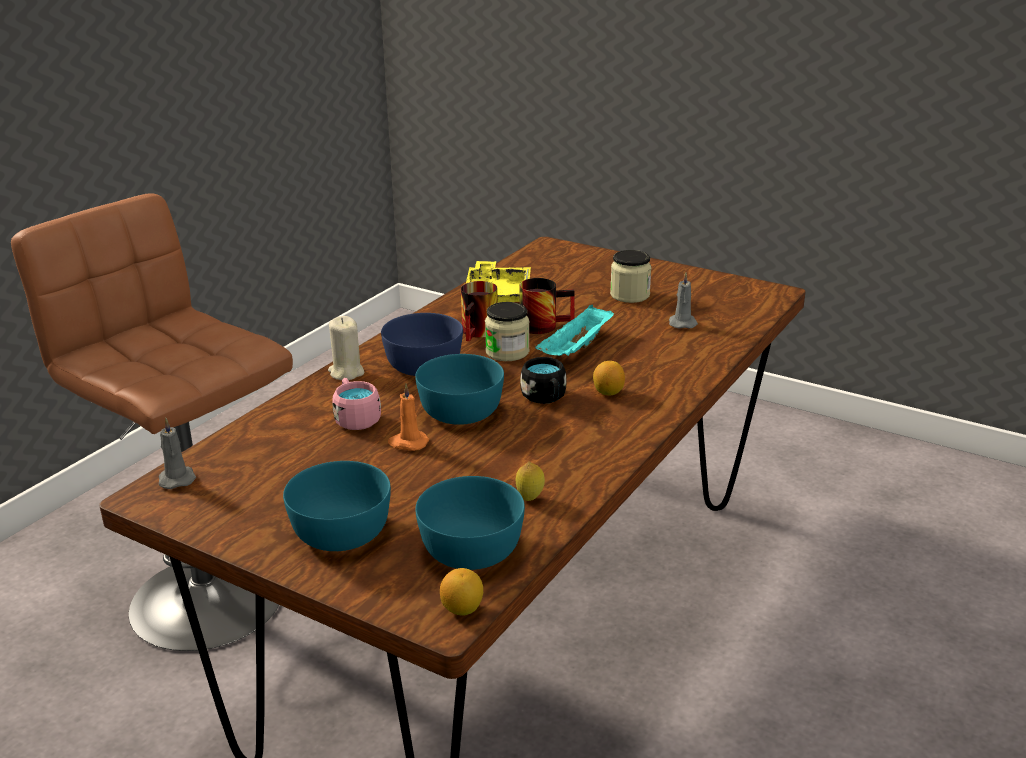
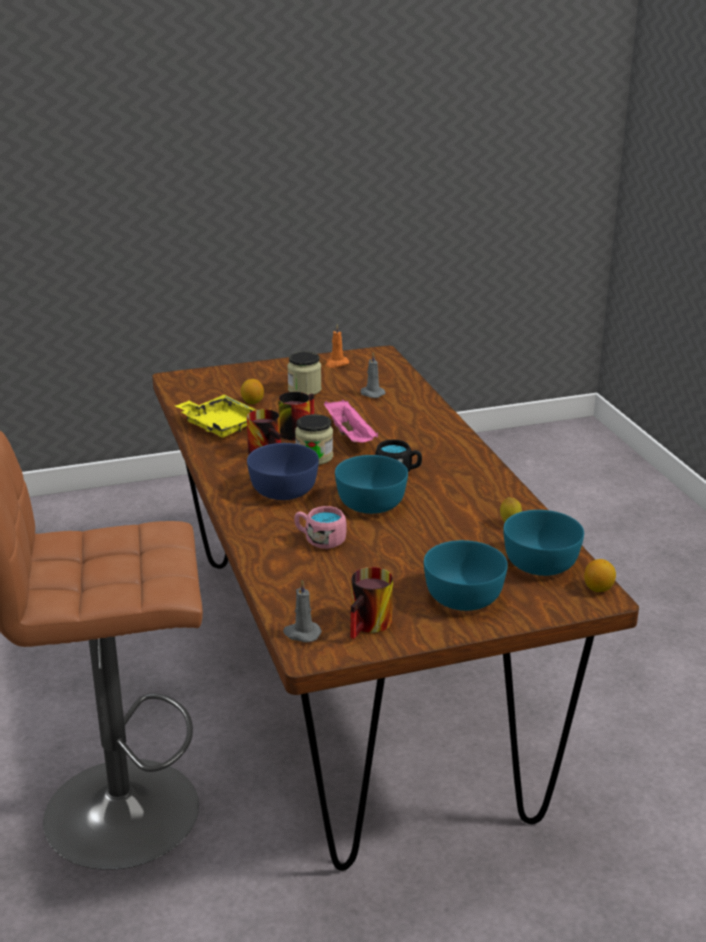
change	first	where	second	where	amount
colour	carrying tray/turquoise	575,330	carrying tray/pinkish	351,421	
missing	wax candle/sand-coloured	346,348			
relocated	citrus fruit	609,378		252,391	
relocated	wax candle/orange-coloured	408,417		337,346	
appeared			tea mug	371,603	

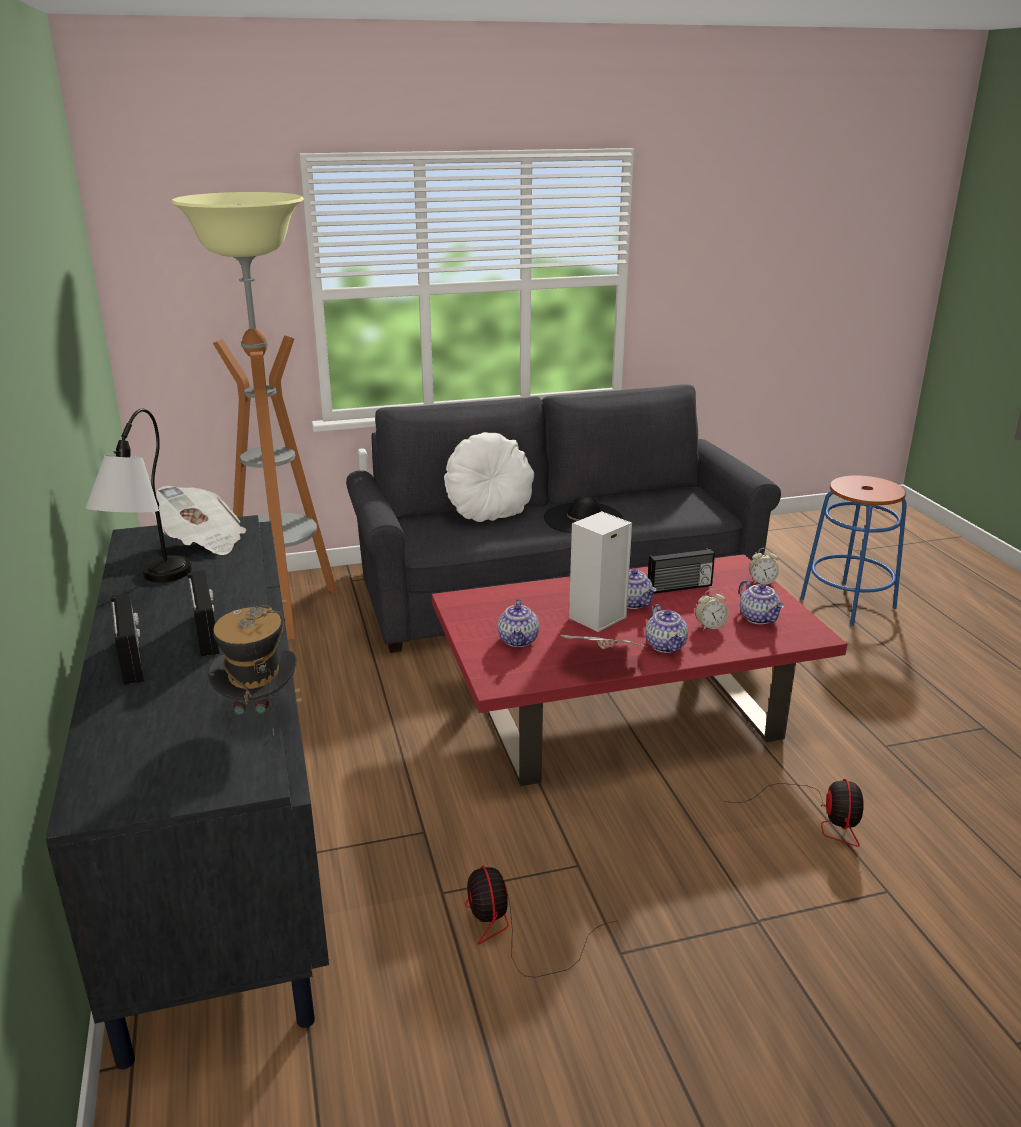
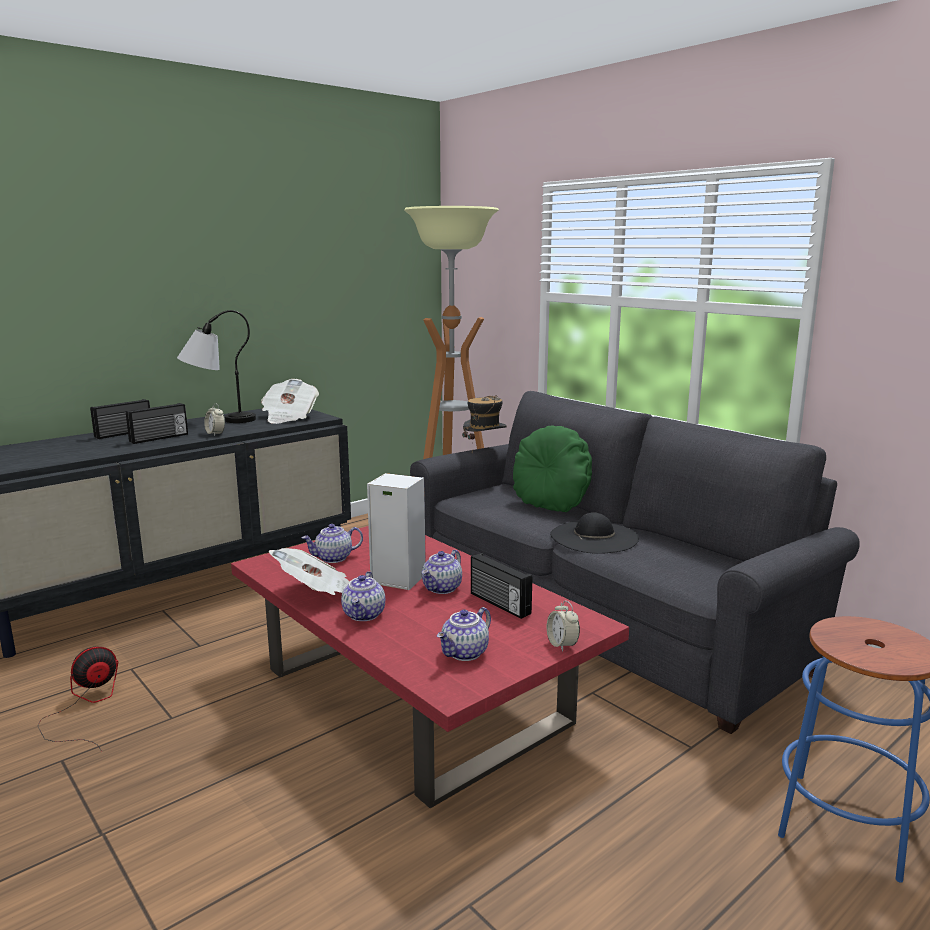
change	first	where	second	where	amount
colour	throw pillow/whitish	489,477	throw pillow/green	552,468	
relocated	table clock	712,609		214,420	
spun	tea pot	667,628		363,596	45 degrees counterclockwise
relocated	clothing hat	252,670		484,418	
missing	fan	794,813			

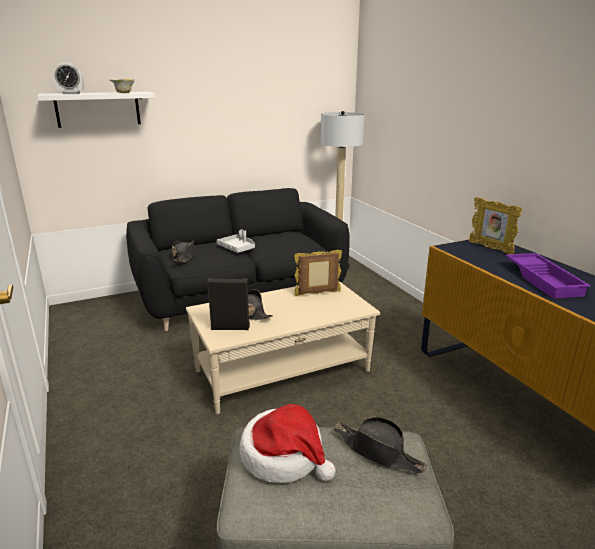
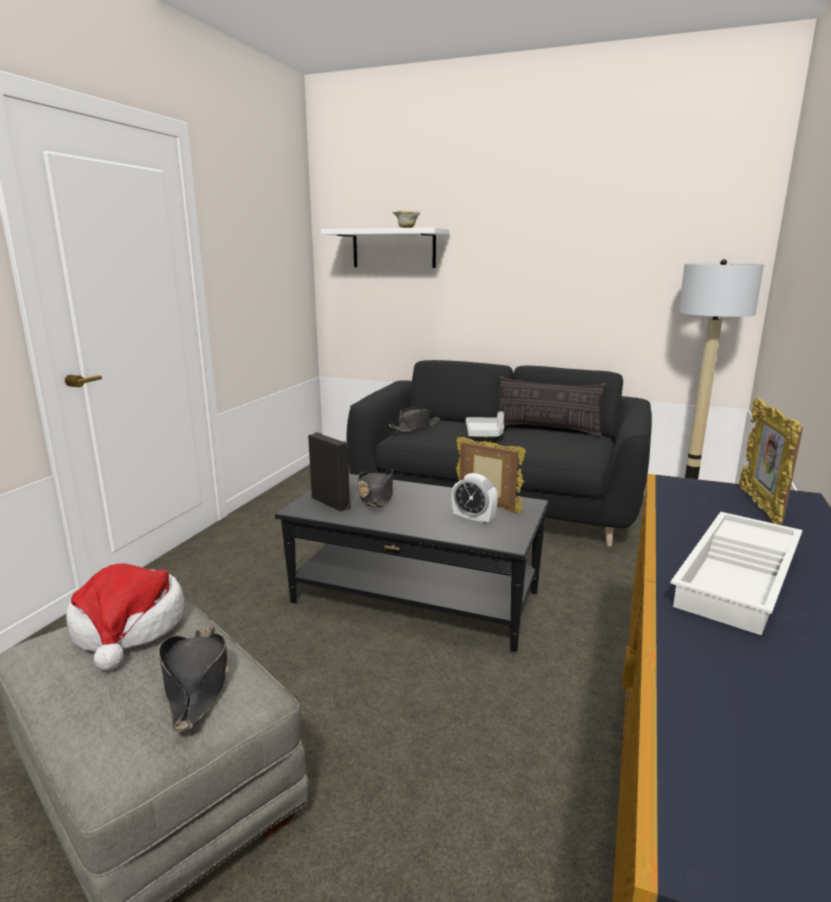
change	first	where	second	where	amount
relocated	table clock	68,78		475,499	
colour	carrying tray/purple-coloured	548,276	carrying tray/whitish	736,573	
colour	lounge table/sand-coloured	283,348	lounge table/blackish	412,563	
appeared			throw pillow	551,406	

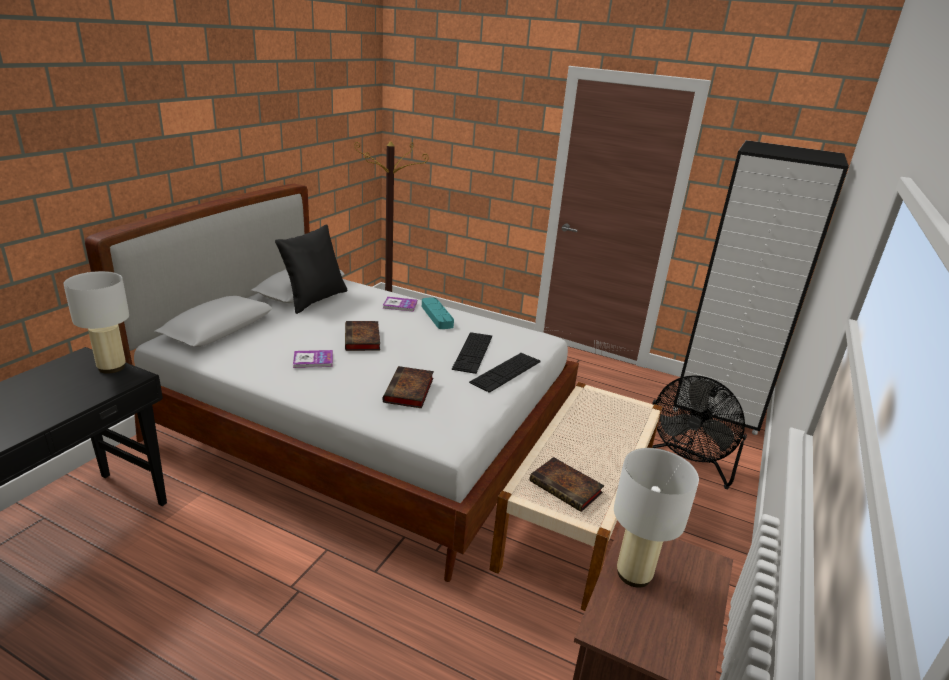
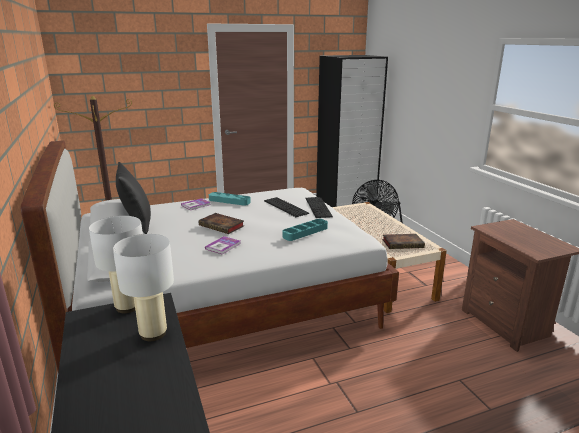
change	first	where	second	where	amount
exchanged	volume	408,387	carrying tray/turquoise	305,230	
relocated	lamp for a table/whitish	656,518		143,287	

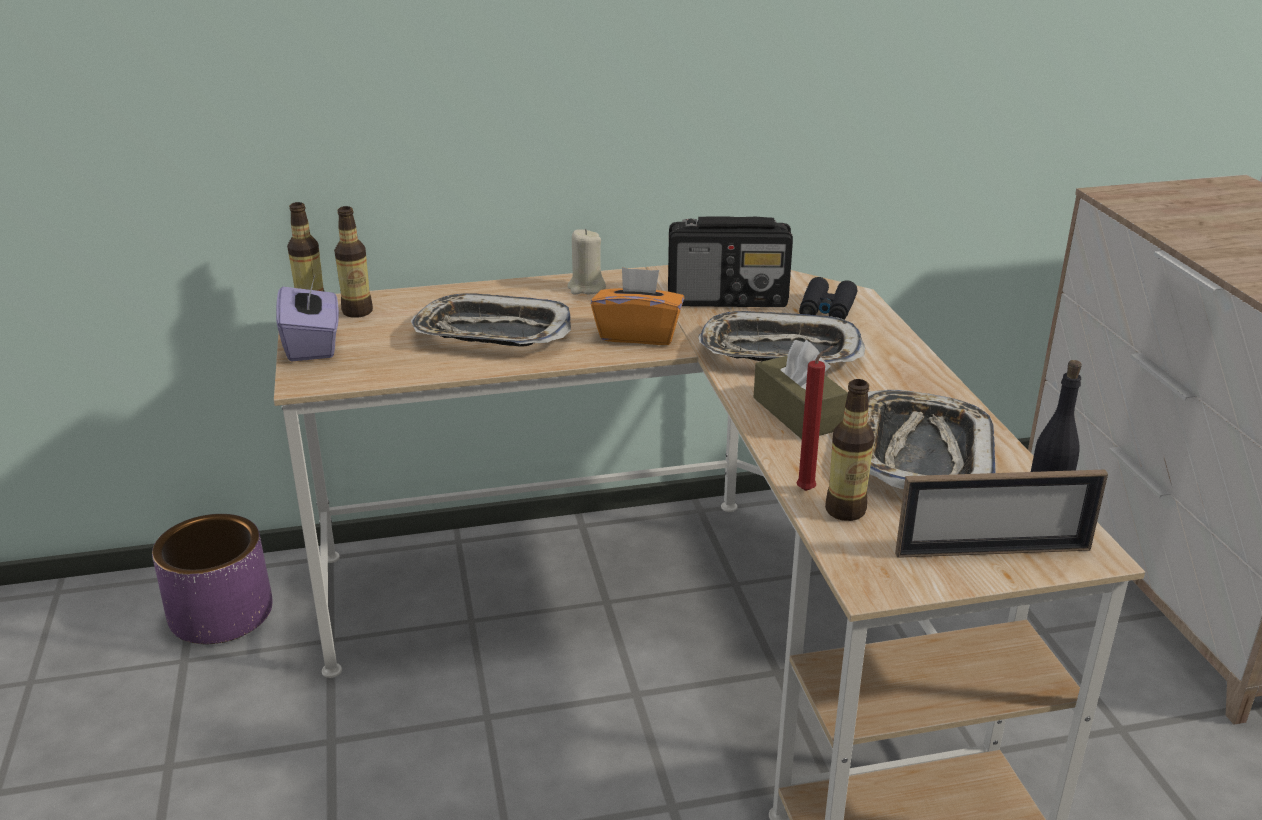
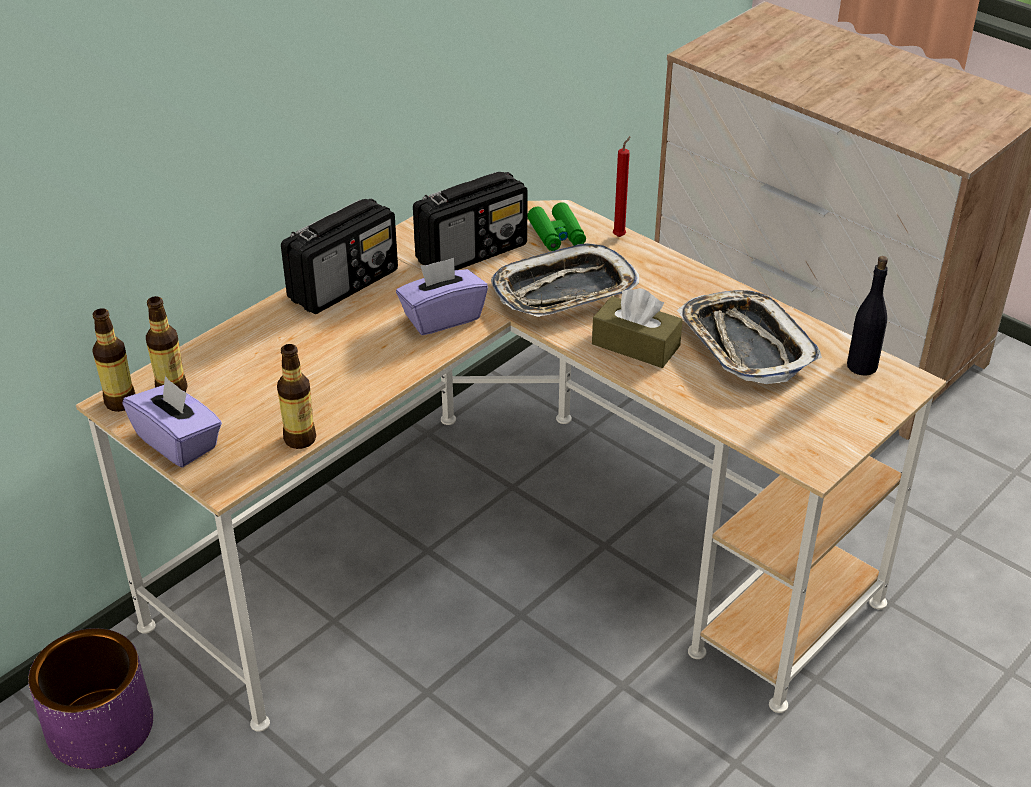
change	first	where	second	where	amount
exchanged	wax candle/sand-coloured	586,262	radio receiver	339,256	
colour	box of tissues/orange-coloured	637,306	box of tissues/purple-coloured	442,296	
colour	pair of binoculars/blackish	828,298	pair of binoculars/green	556,226	
missing	carrying tray	491,320			
relocated	wax candle/red	815,418		622,186	
relocated	drink bottle	850,450		296,396	
missing	photo frame	1001,513			

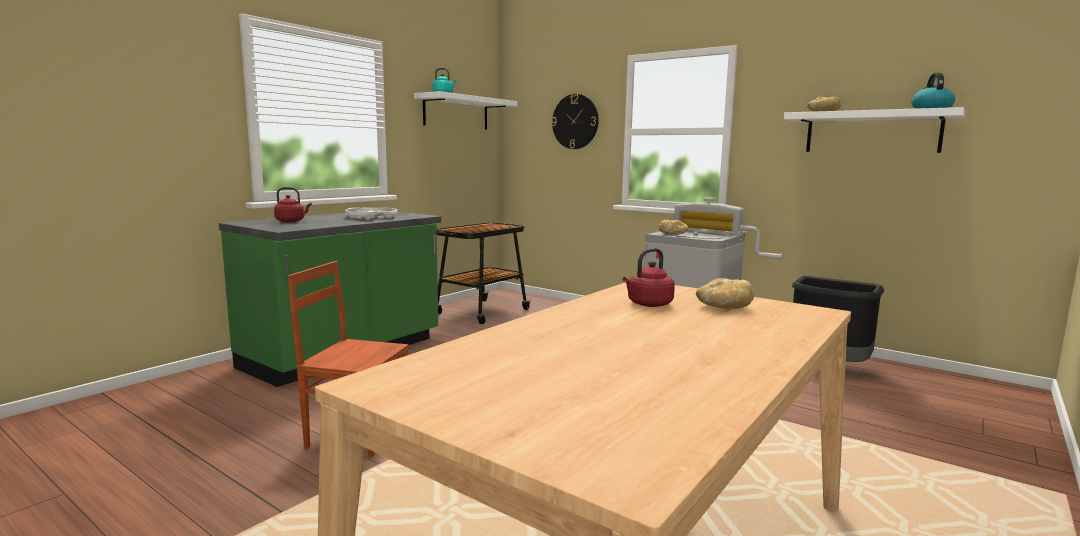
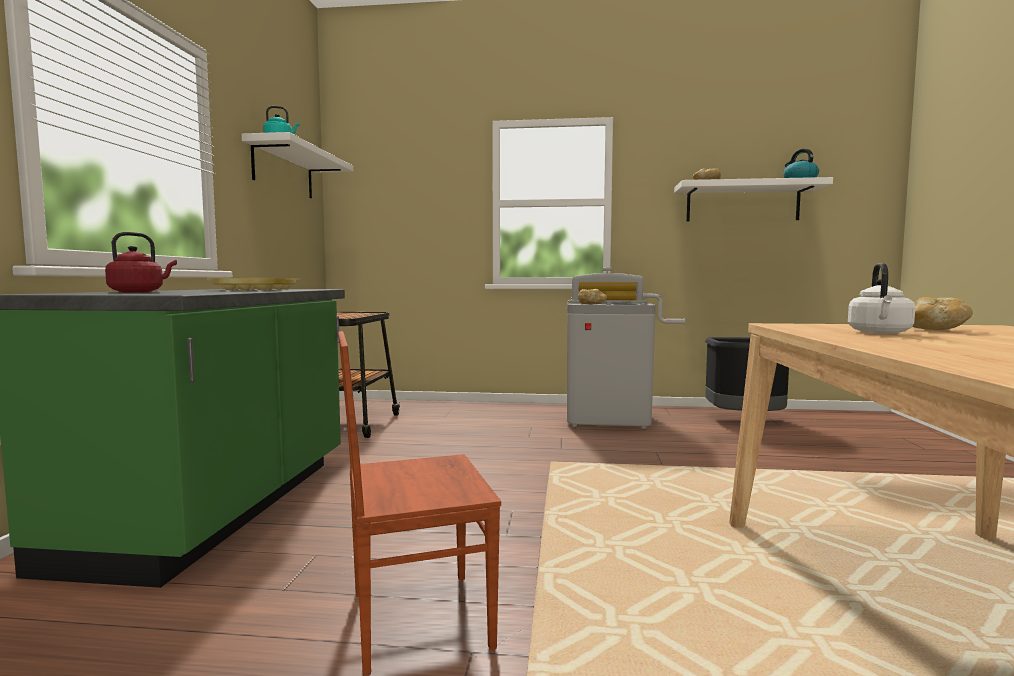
change	first	where	second	where	amount
missing	hanging clock	575,121			
colour	carrying tray/whitish	371,213	carrying tray/yellowish	254,284	
colour	water kettle/red	649,277	water kettle/whitish	881,298	

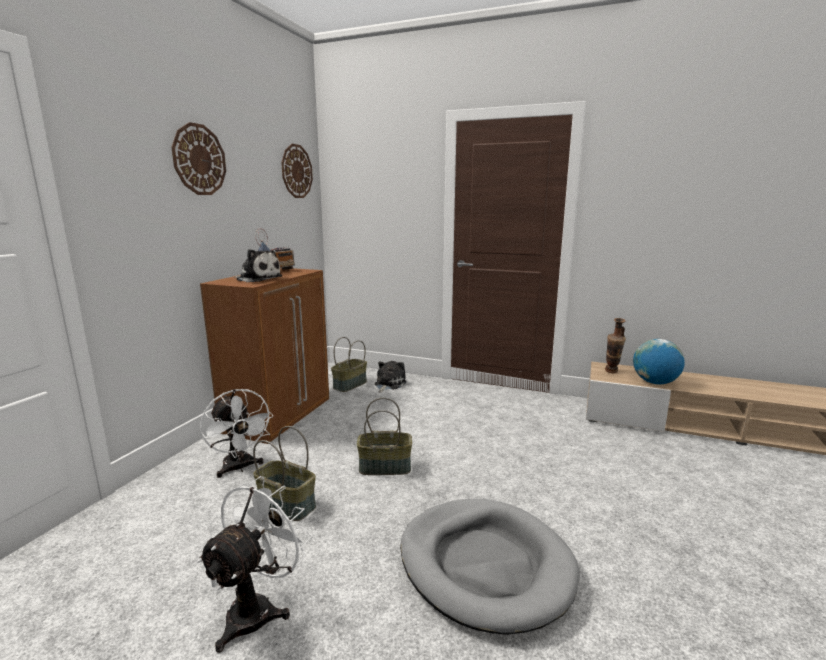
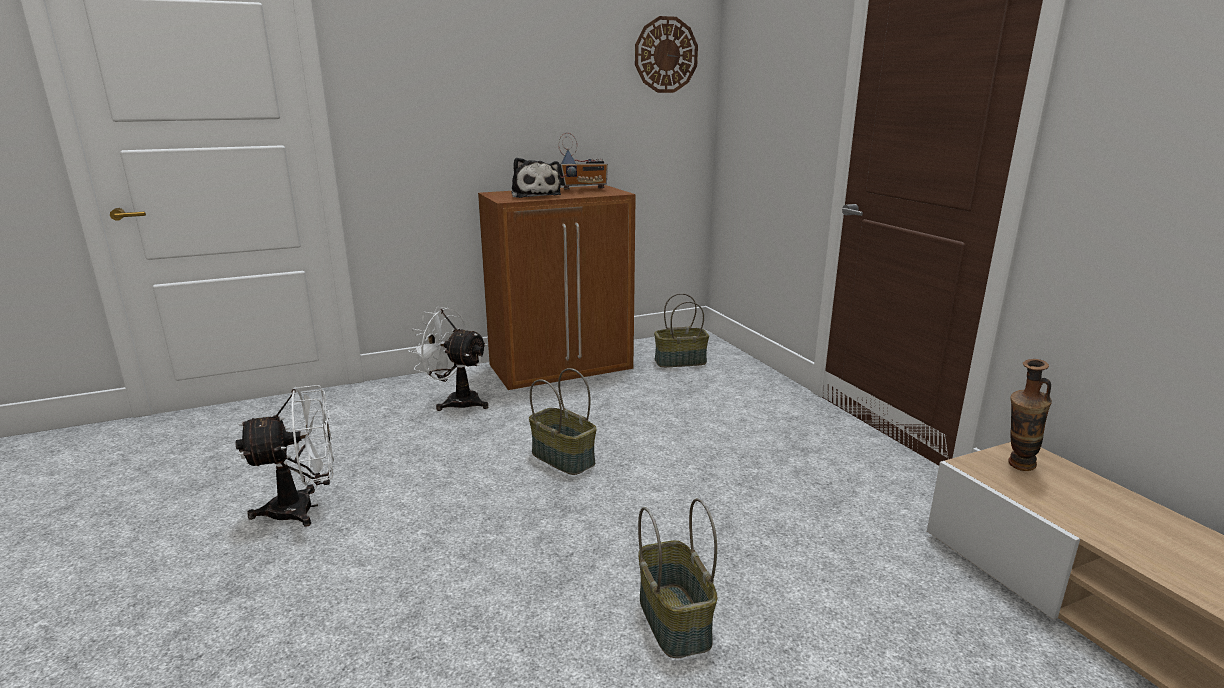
change	first	where	second	where	amount
missing	hanging clock	198,158			
missing	world globe	659,362			
missing	cuddly toy	390,377			
spun	fan/whitish	236,433		448,359	105 degrees clockwise
relocated	storage basket	284,473		678,578	
missing	dog cushion/greyish	490,567			

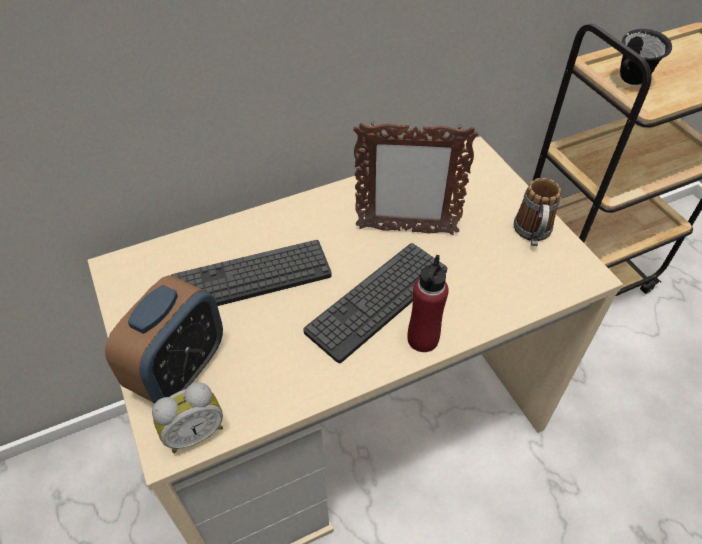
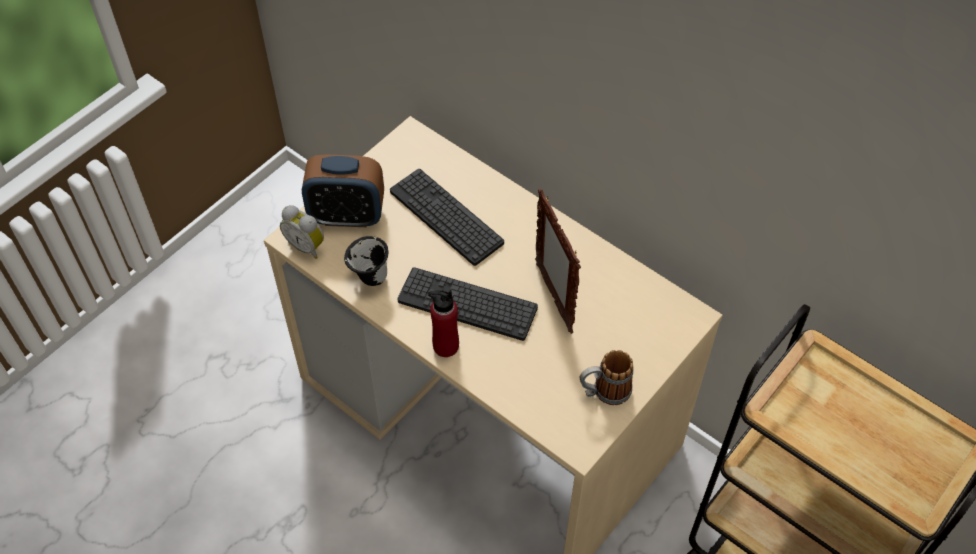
change	first	where	second	where	amount
relocated	tea mug/blackish	646,57		366,261	

